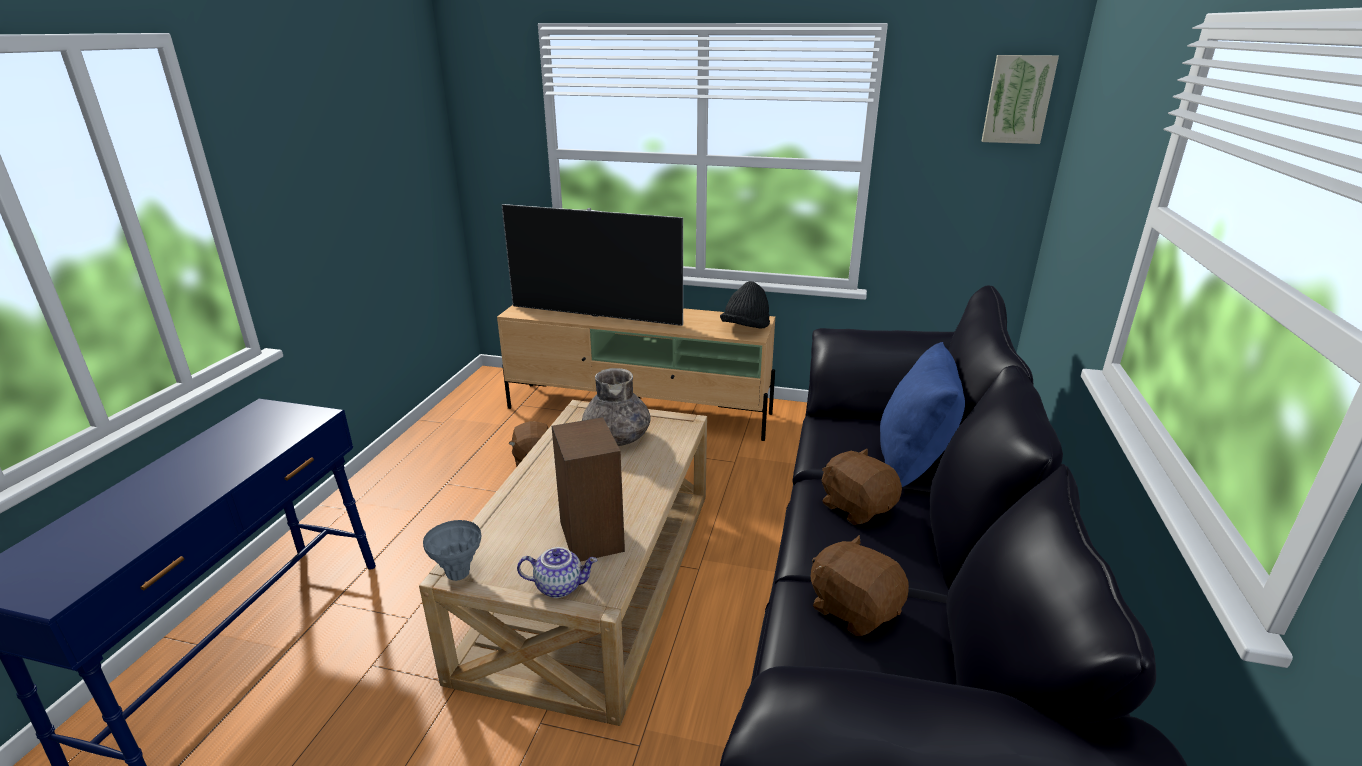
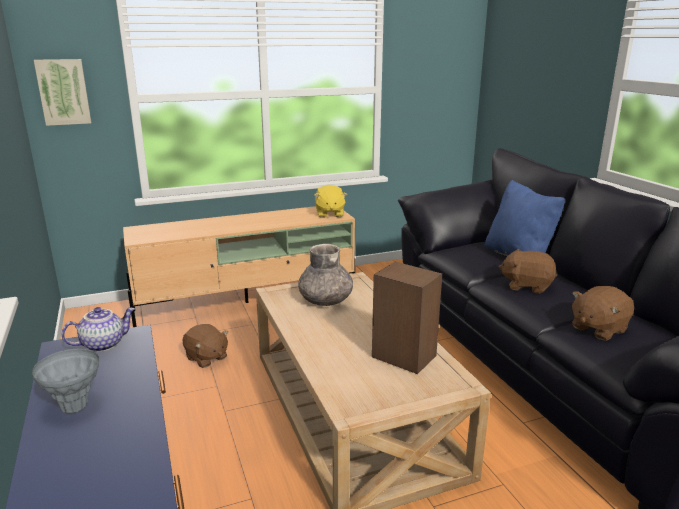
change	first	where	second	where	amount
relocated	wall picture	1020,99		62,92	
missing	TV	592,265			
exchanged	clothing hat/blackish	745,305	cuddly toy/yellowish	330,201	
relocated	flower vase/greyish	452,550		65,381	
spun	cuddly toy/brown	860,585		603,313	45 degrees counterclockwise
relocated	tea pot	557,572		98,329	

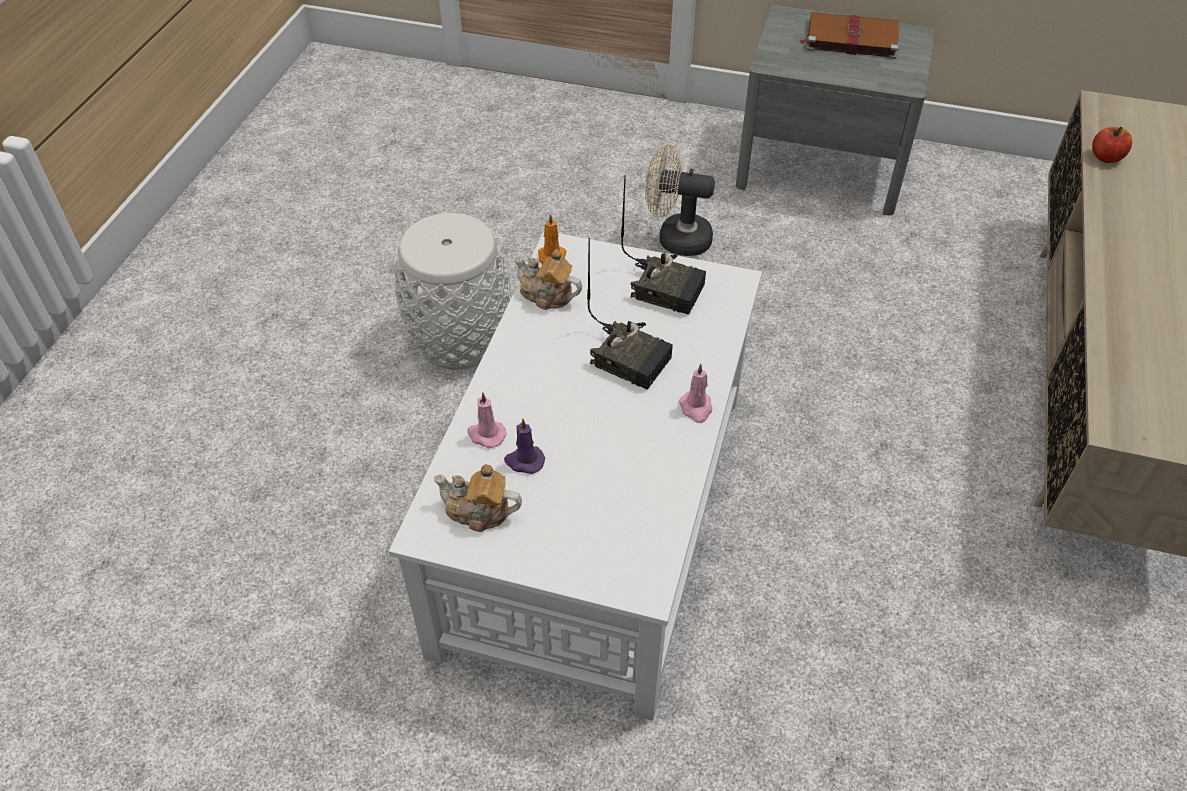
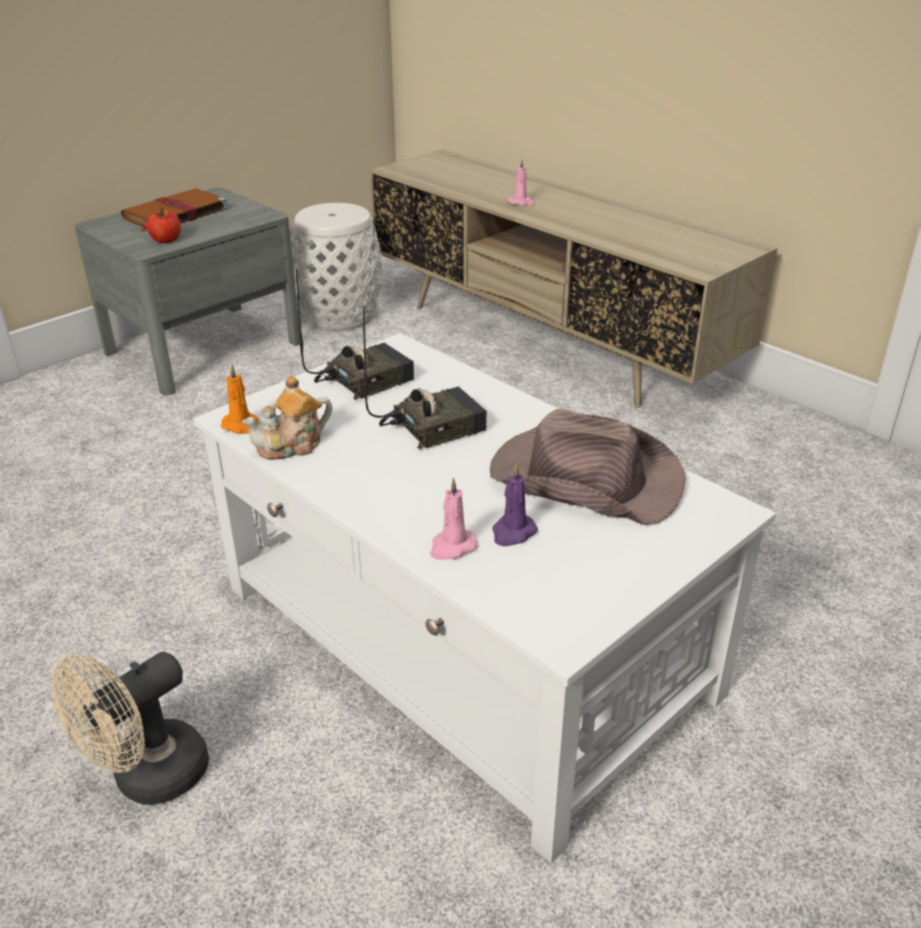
change	first	where	second	where	amount
relocated	whole apple	1112,145		164,225	
relocated	fan/sand-coloured	680,200		130,728	
relocated	stool seat/whitish	452,291		336,266	
relocated	wax candle/pinkish	695,393		521,182	
missing	tea pot	478,498			
appeared			clothing hat/brown	588,467	

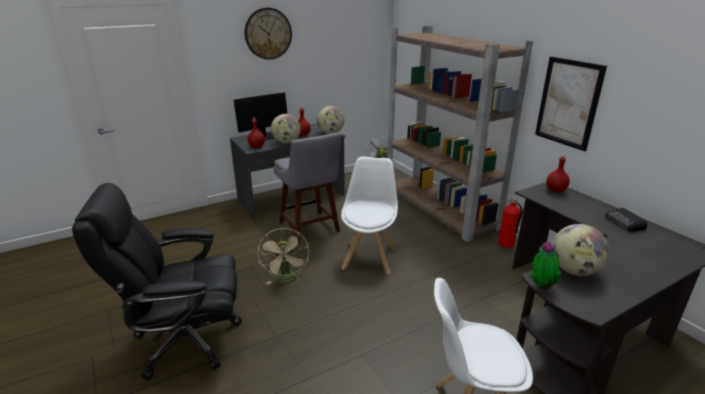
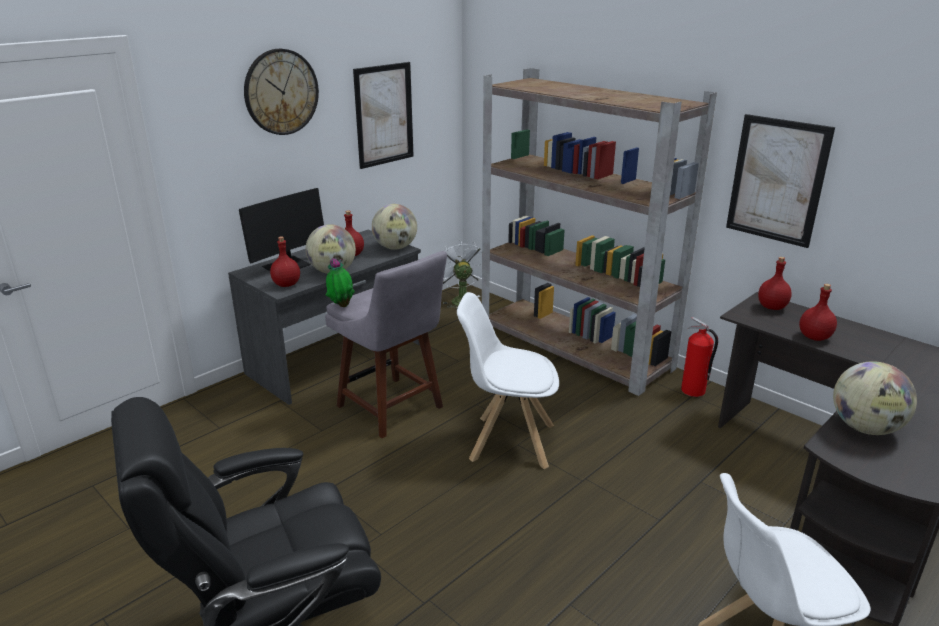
change	first	where	second	where	amount
spun	plain chair/whitish	369,215		508,380	75 degrees counterclockwise
missing	radio receiver	626,219			
missing	fan/sand-coloured	283,256			
relocated	plant in a pot	545,266		340,282	
appeared			wall picture	383,115	
appeared			drink bottle/red	818,312	

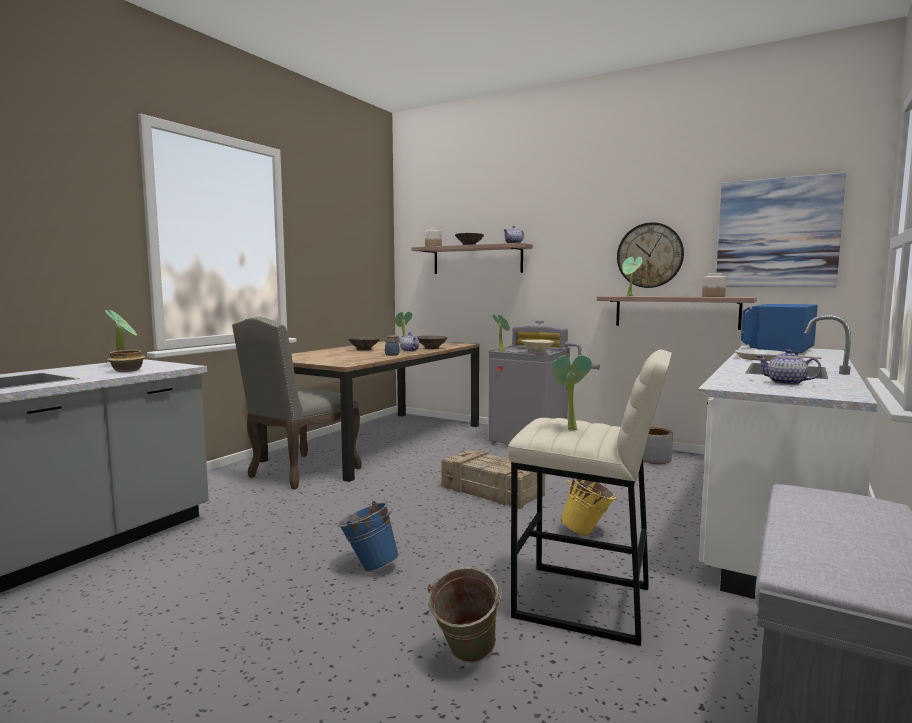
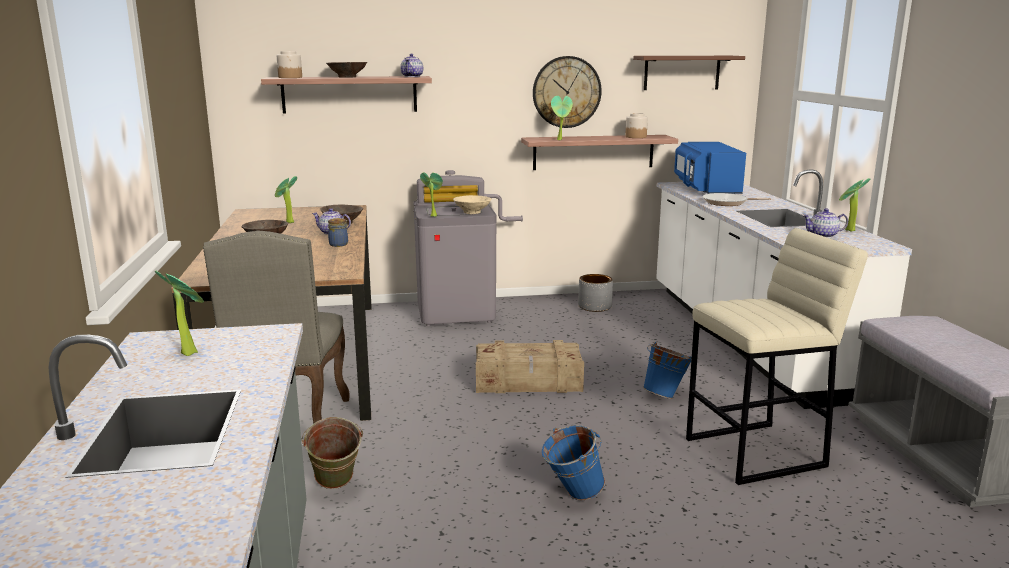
change	first	where	second	where	amount
exchanged	wall picture	781,229	shelf/brown	689,73	
missing	bowl	126,361			
relocated	plant in a pot	572,392		854,205	
colour	bucket/yellowish	588,507	bucket/blue-coloured	667,370	
relocated	bucket/green	464,615		332,453	

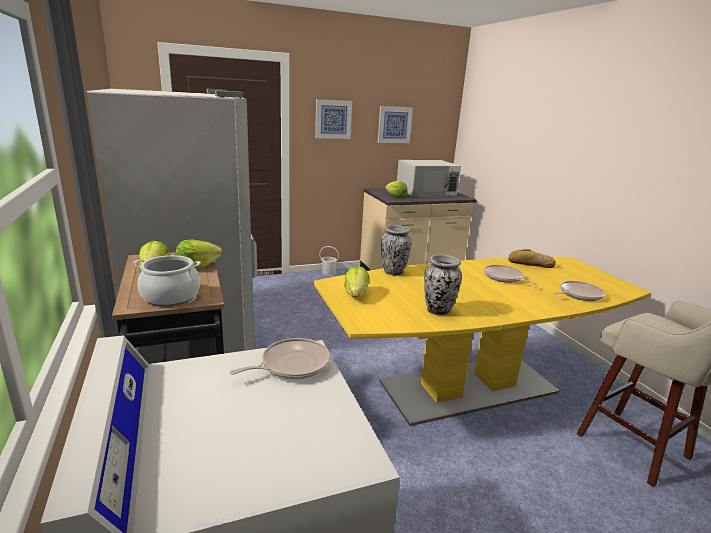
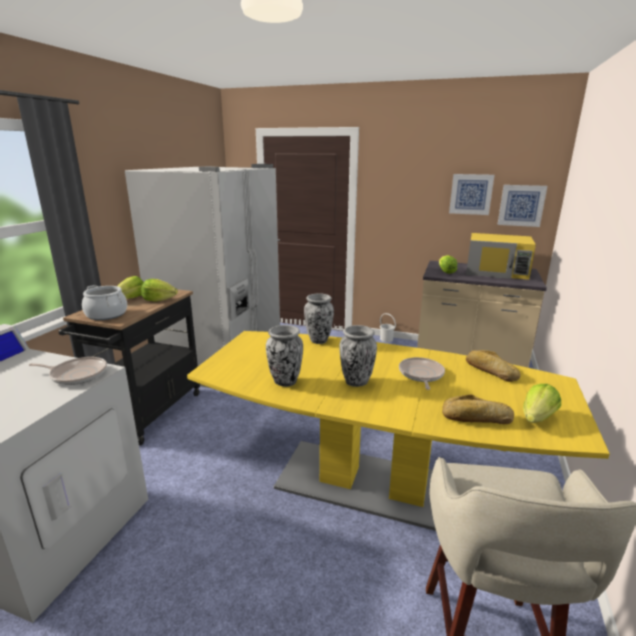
change	first	where	second	where	amount
relocated	wall picture	333,119		522,206	
colour	kitchen microwave/whitish	429,178	kitchen microwave/yellowish	501,256	
relocated	lettuce	357,281		542,403	
exchanged	pan	579,291	baked bread	478,409	
appeared			flower vase	358,356	

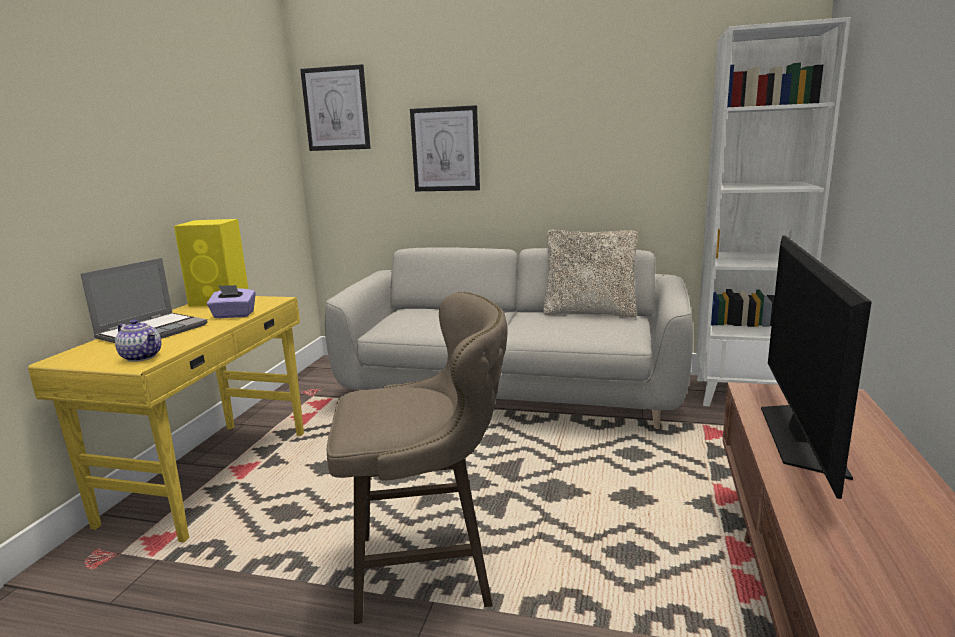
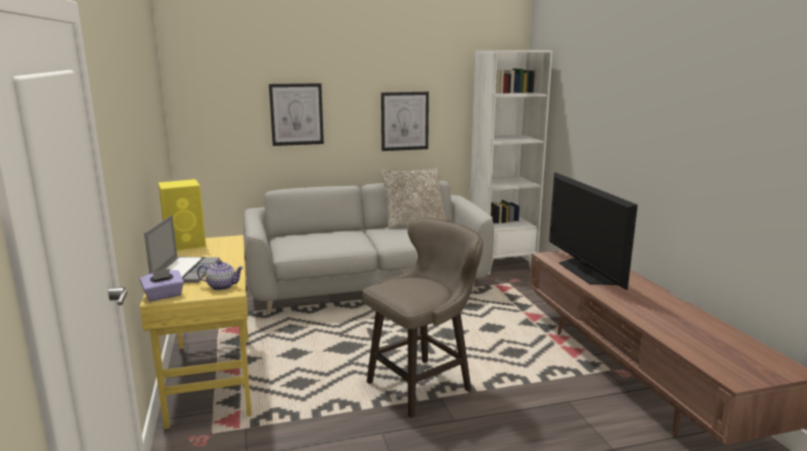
change	first	where	second	where	amount
relocated	wall picture	335,107		405,121	
relocated	box of tissues/purple-coloured	231,301		162,285	

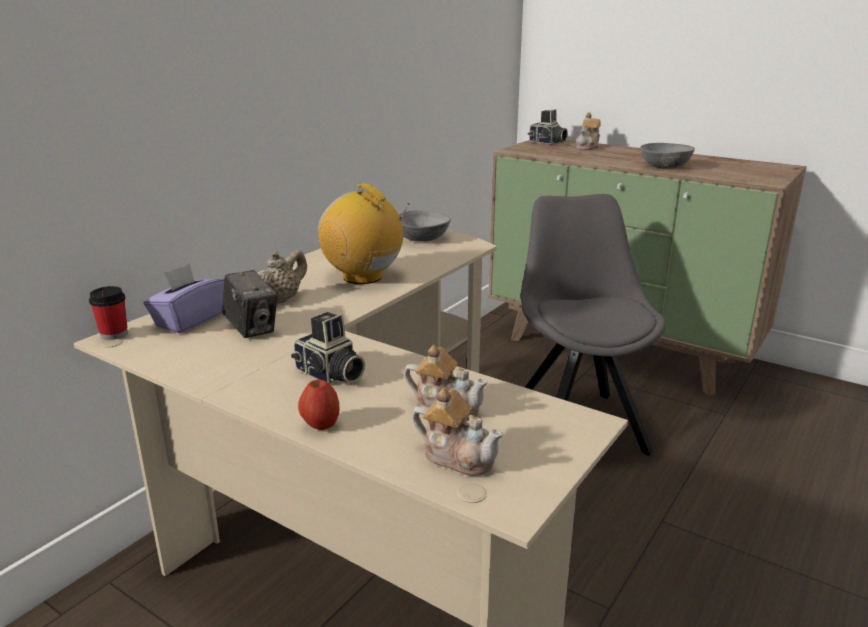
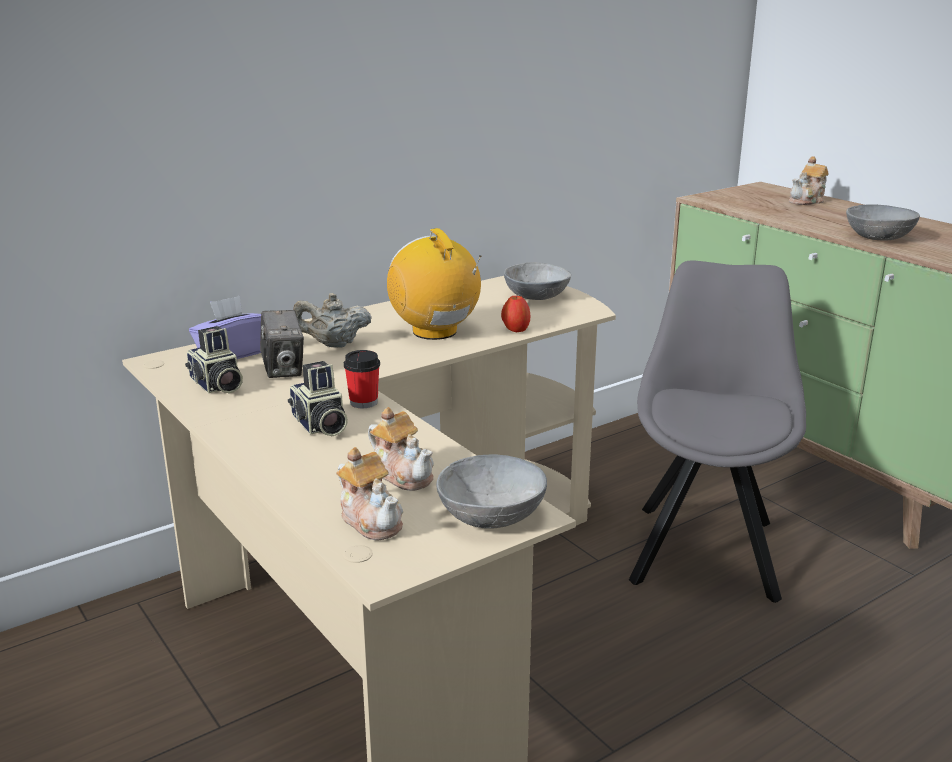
change	first	where	second	where	amount
relocated	still camera	548,126		214,360	
spun	tea pot/sand-coloured	282,277		332,320	150 degrees counterclockwise
relocated	drinking cup	108,313		362,379	
relocated	whole apple	318,405		516,314	
appeared			bowl/greyish	491,491	

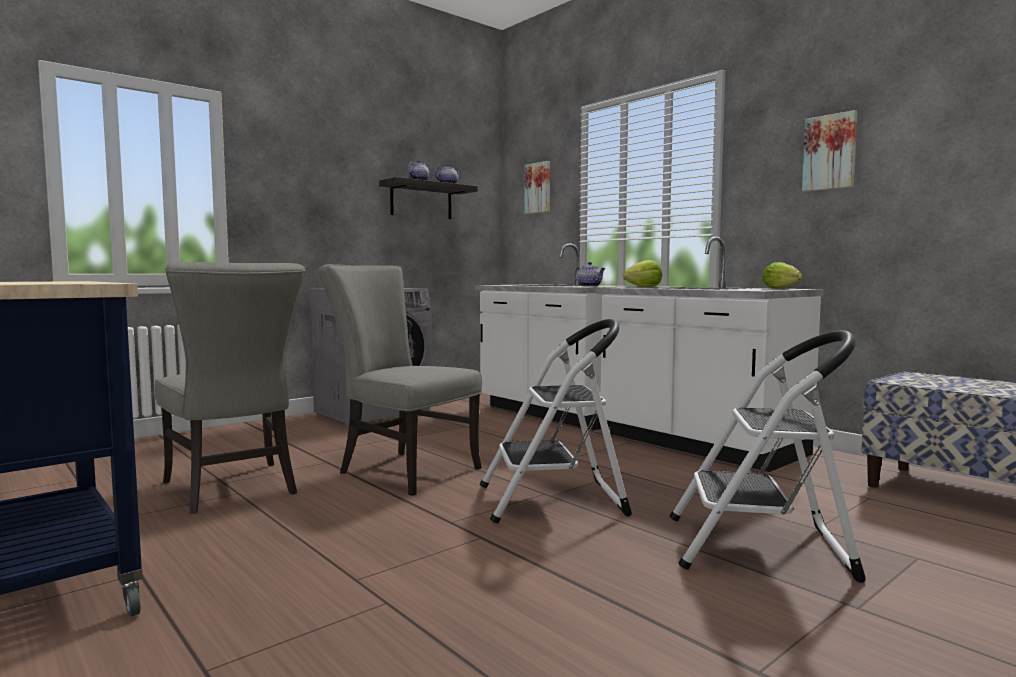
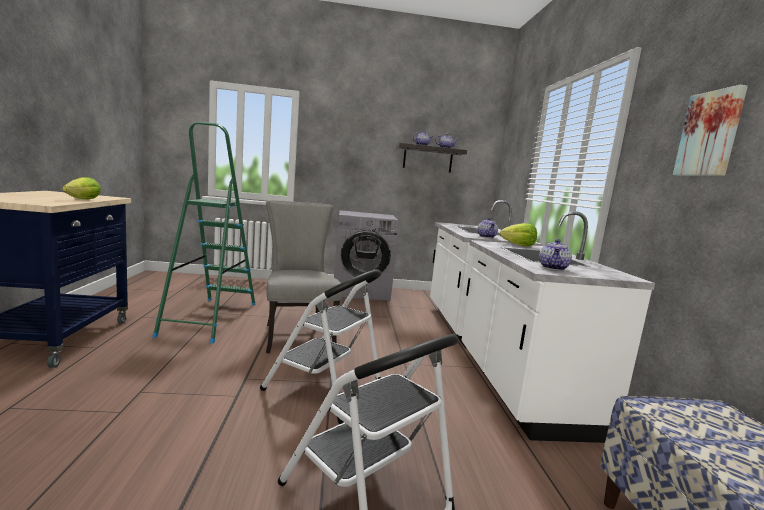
change	first	where	second	where	amount
missing	wall picture	537,187			
exchanged	plain chair/greyish	230,388	stepladder/green	204,233	
relocated	lettuce	782,275		81,188	
appeared			tea pot	555,254	

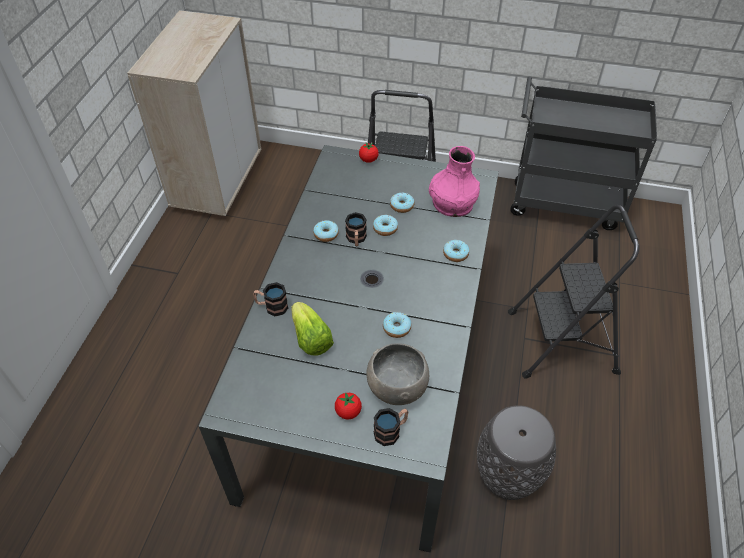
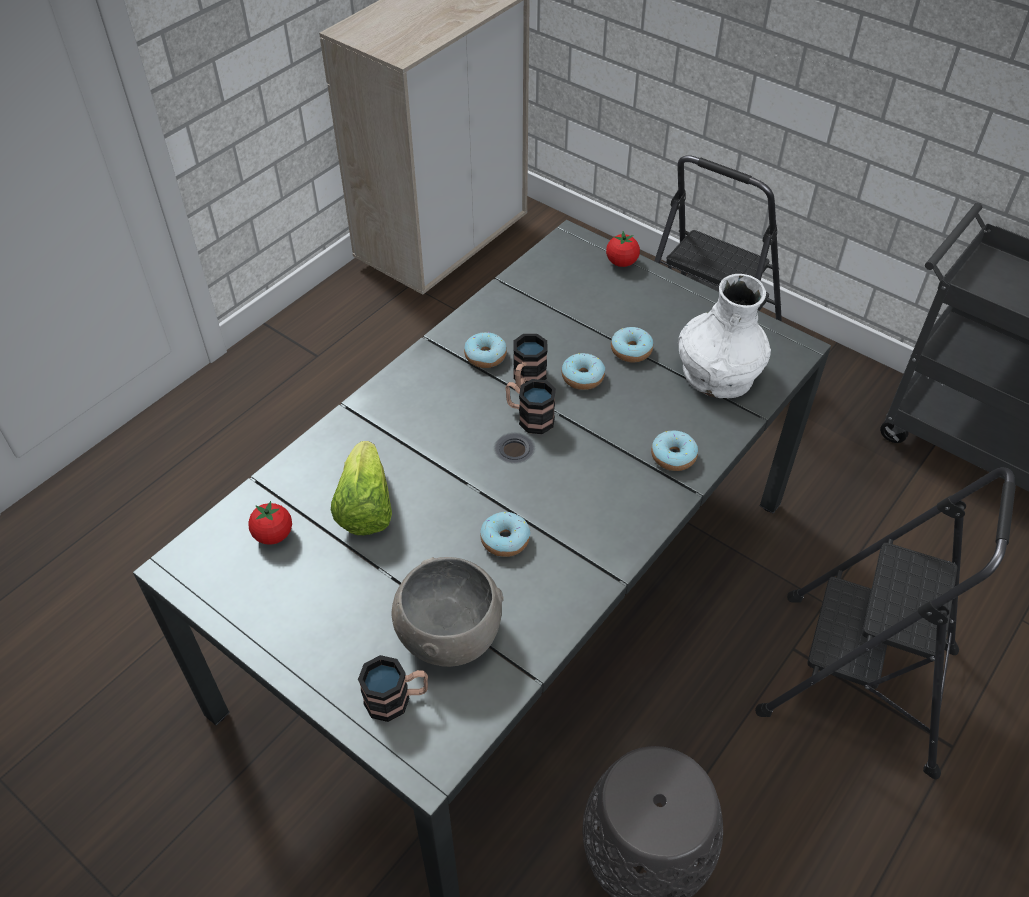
change	first	where	second	where	amount
colour	flower vase/pinkish	454,181	flower vase/whitish	724,336	
relocated	tea mug	270,299		530,406	
relocated	whole tomato	348,405		270,523	

